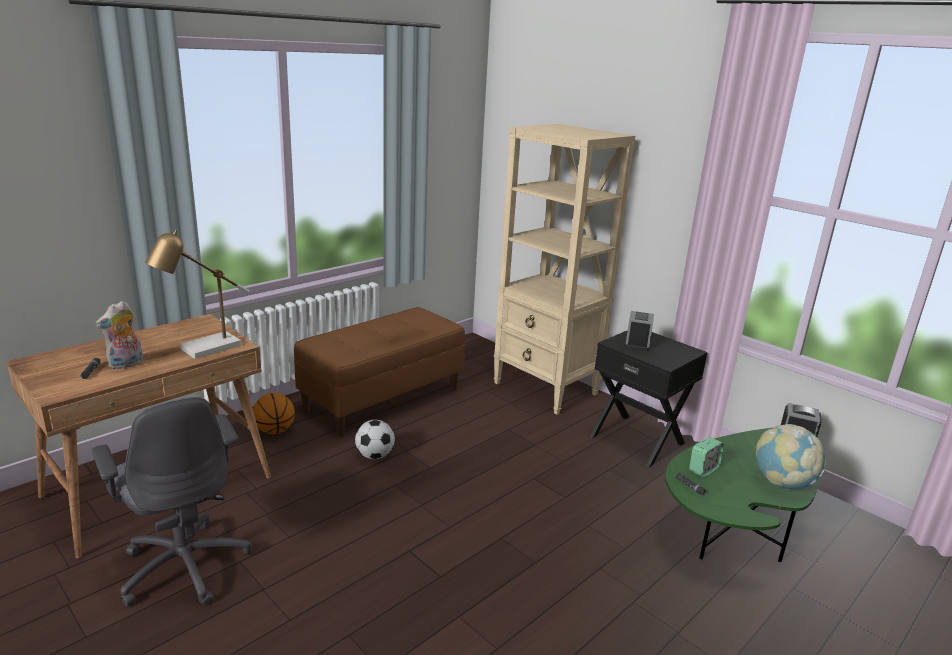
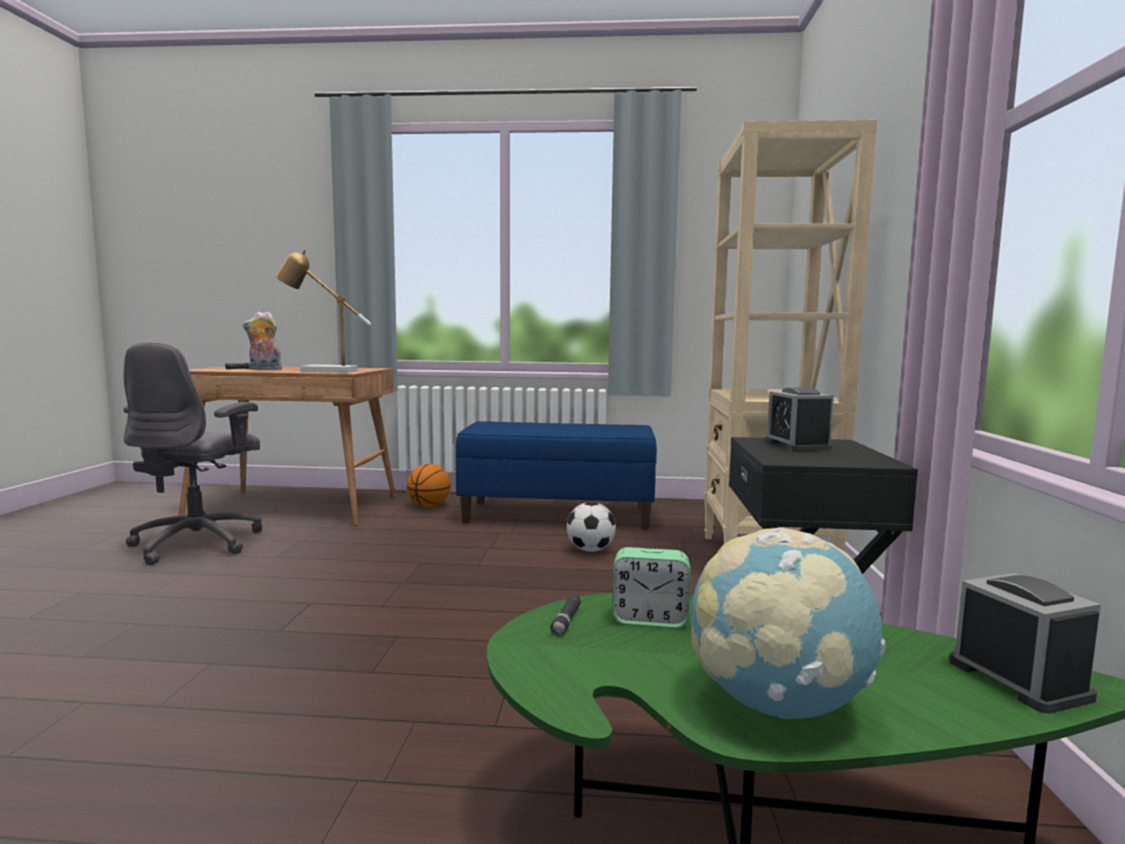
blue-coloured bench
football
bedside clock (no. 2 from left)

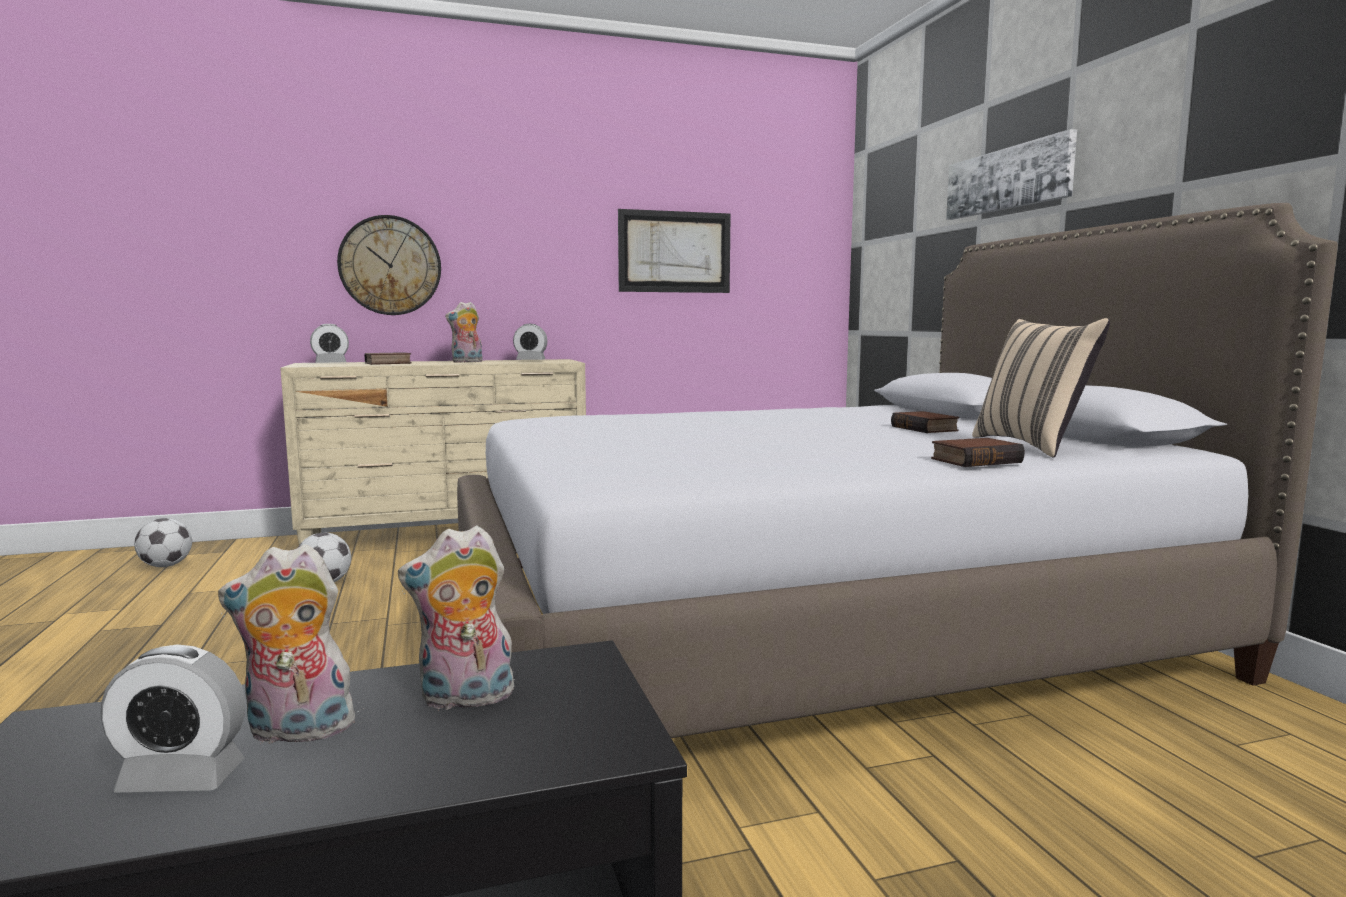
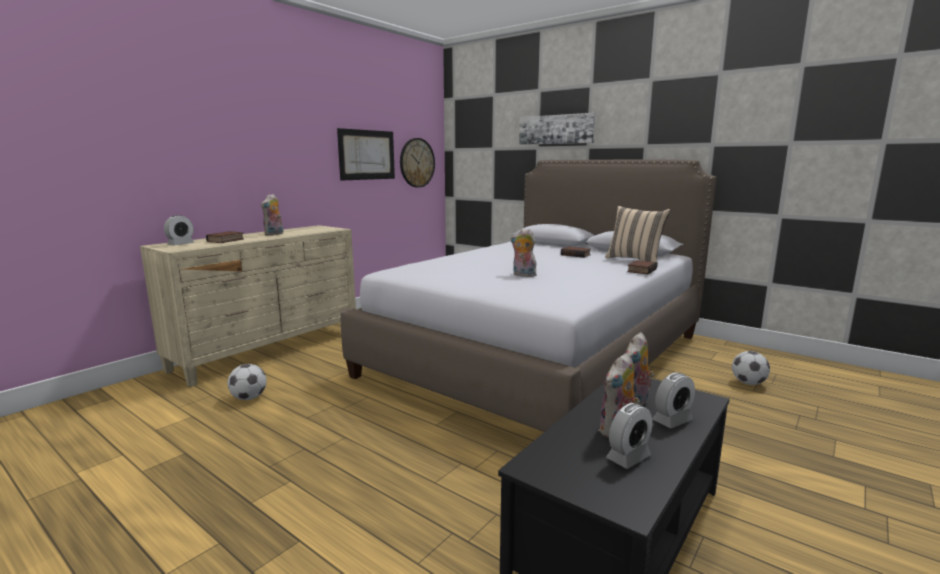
clock on the wall
plush toy (no. 2 from left)
bedside clock (no. 3 from left)
football (no. 2 from left)

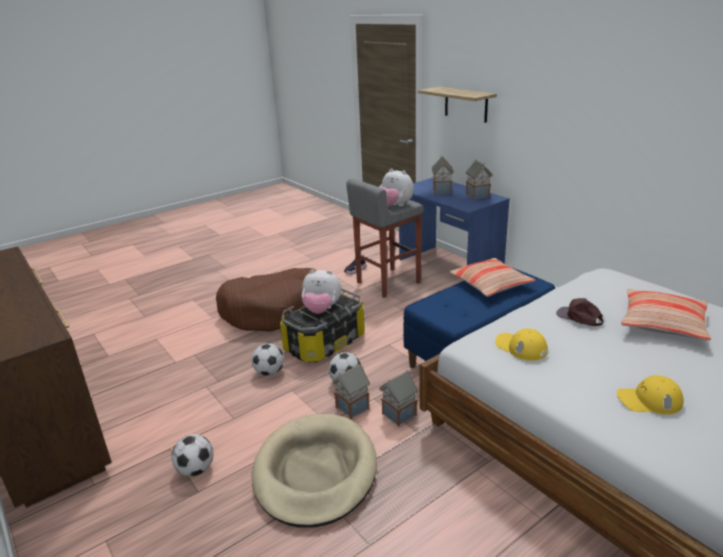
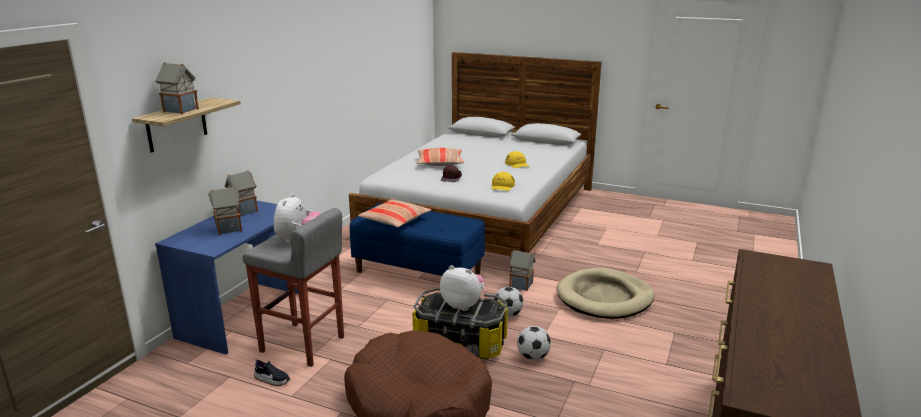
model house (no. 1 from left)
plush toy (no. 2 from left)
football (no. 1 from left in the first image)

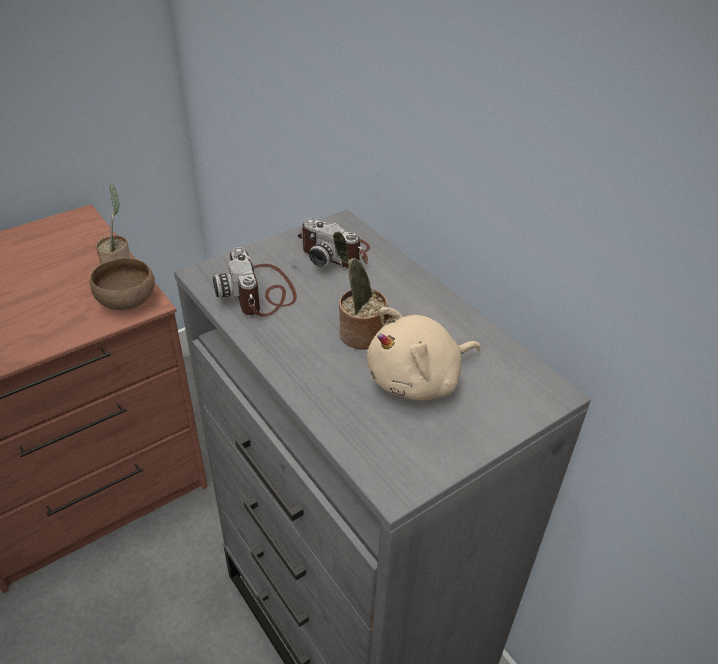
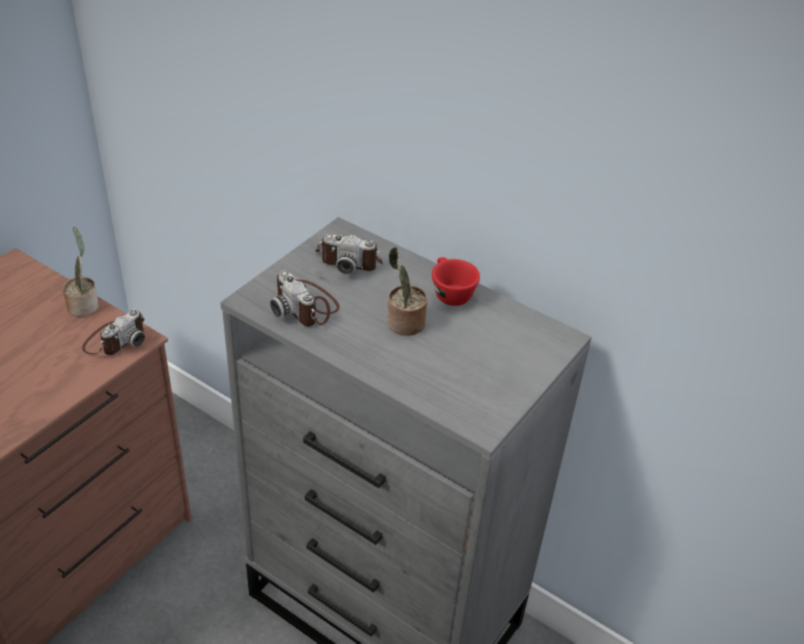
still camera (no. 1 from left)
reddish drinking cup
sand-coloured plush toy

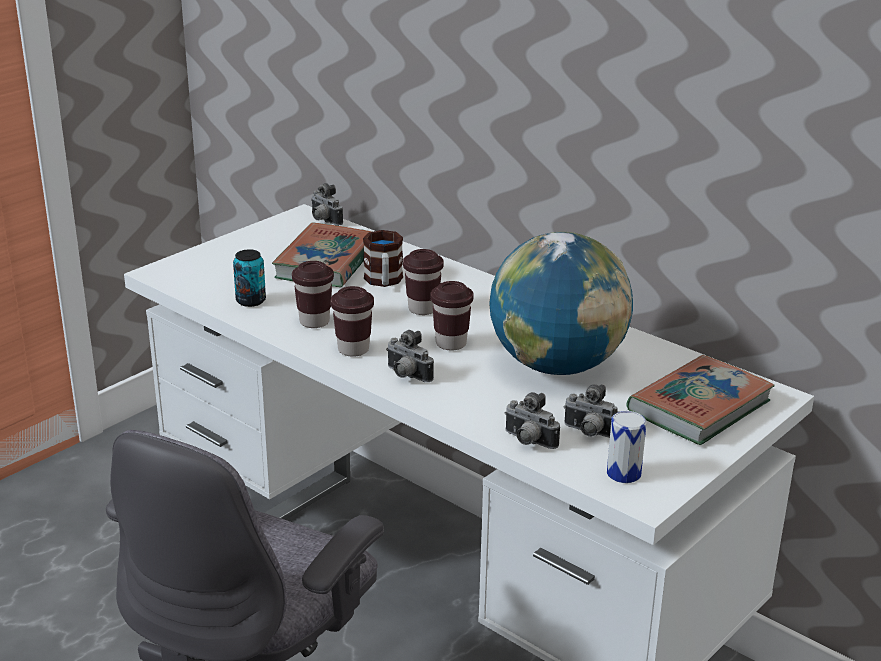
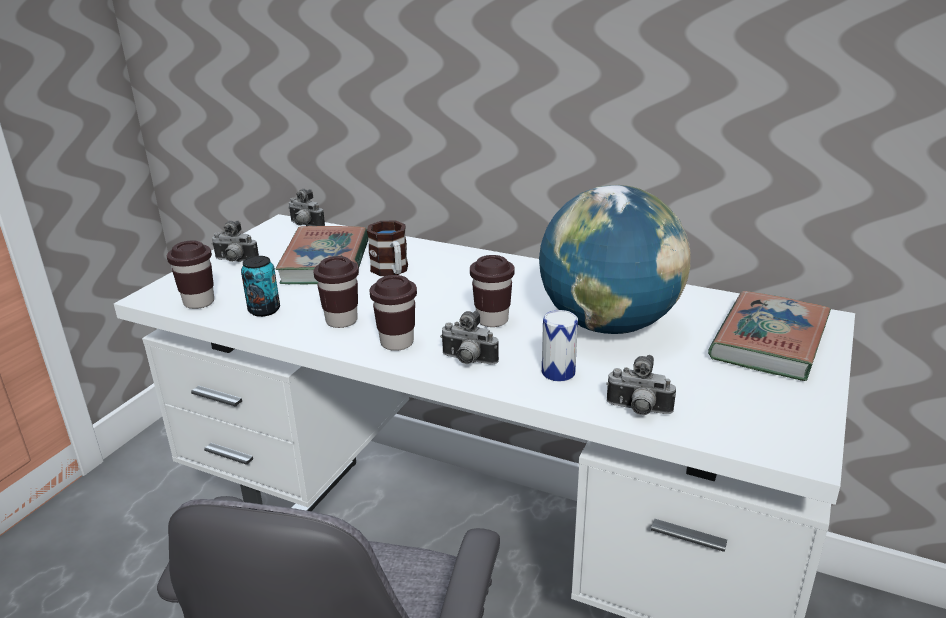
brownish drinking cup (no. 1 from left)
still camera (no. 1 from left)
sealed can (no. 2 from left)

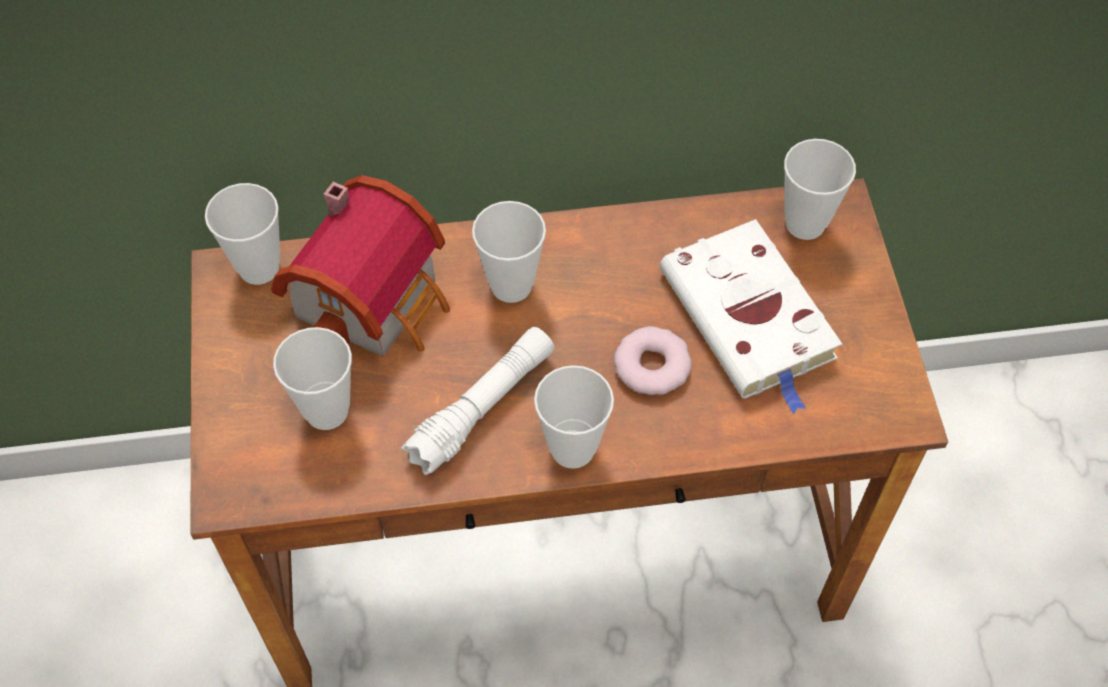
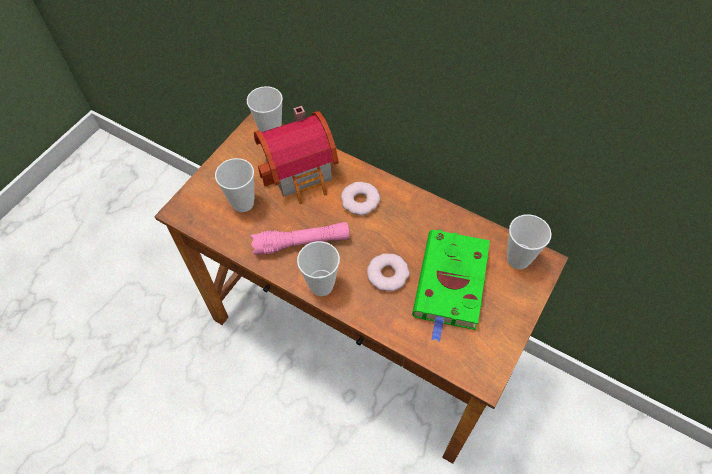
pinkish flashlight
doughnut (no. 1 from left)
green-coloured volume

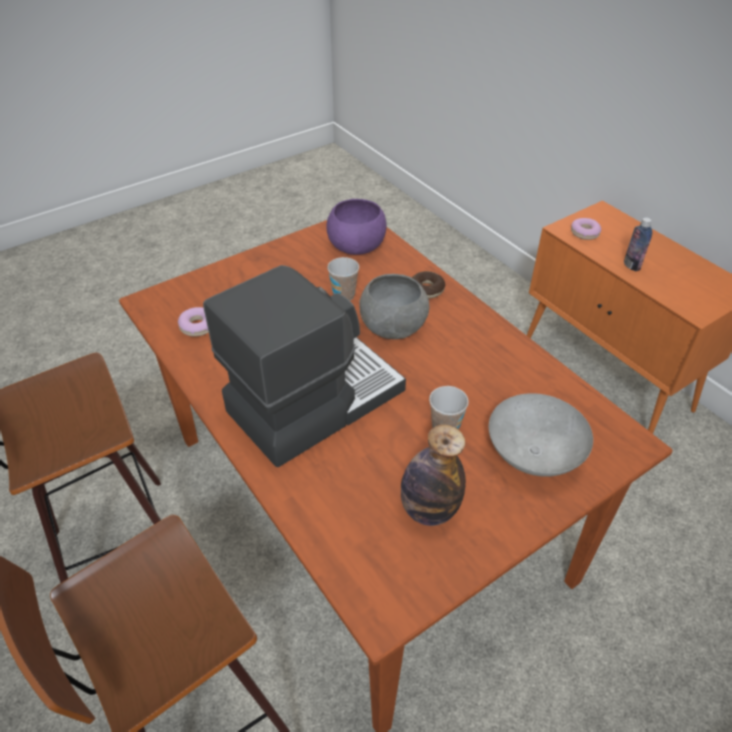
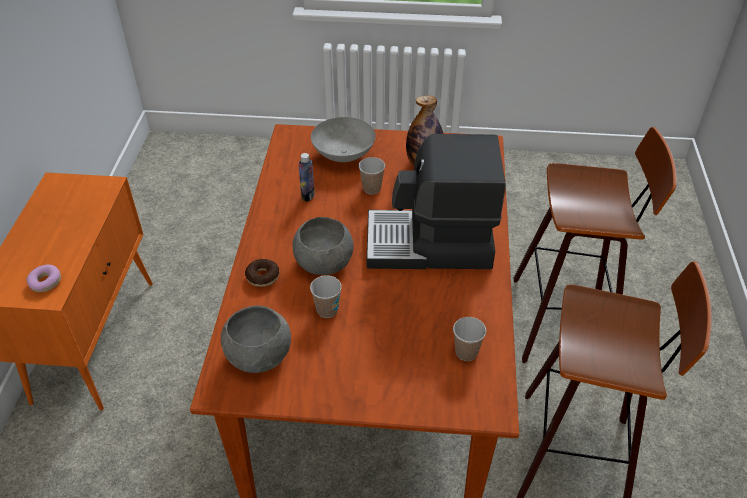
gray serving bowl (no. 1 from left)
drink bottle (no. 1 from left)
drinking cup (no. 3 from left)

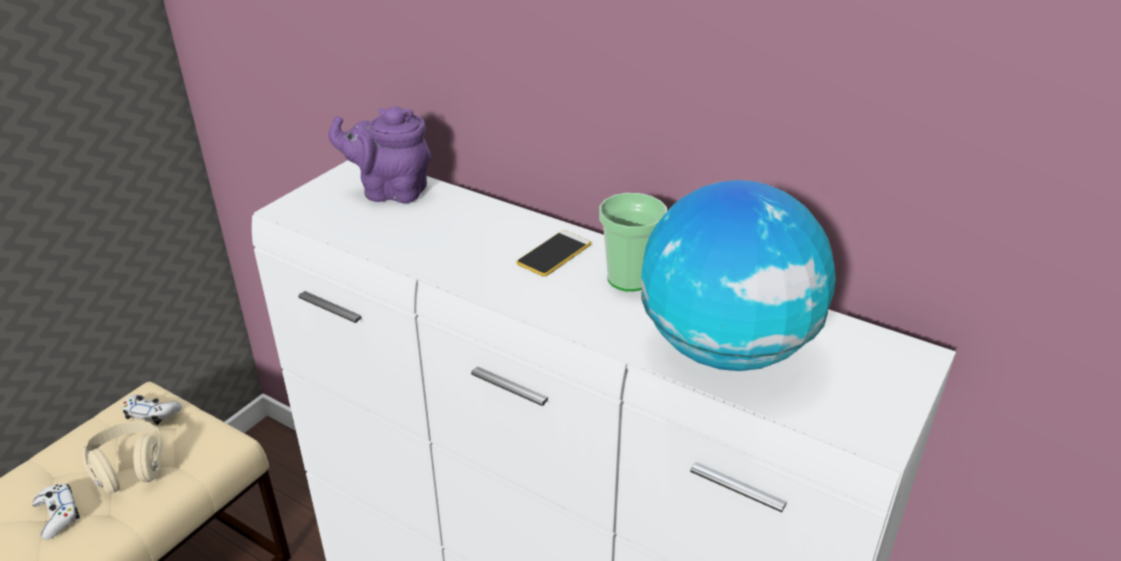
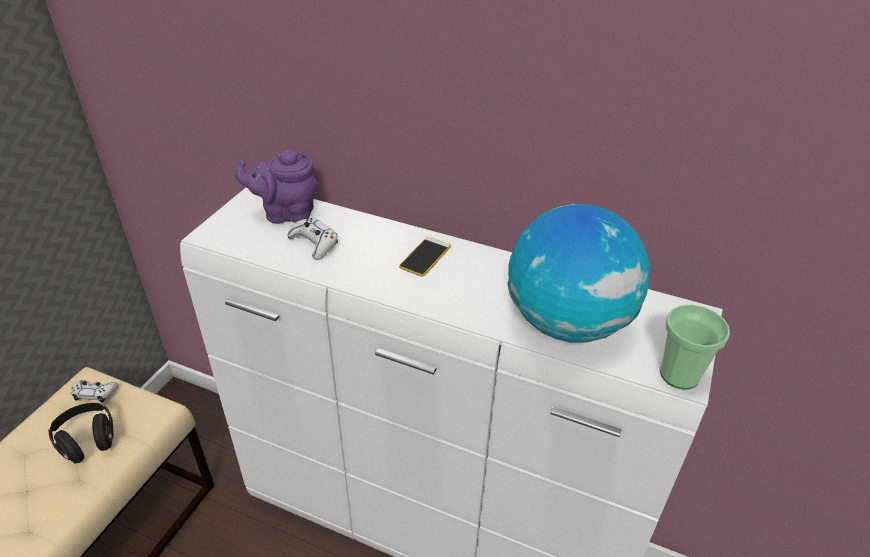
black headset
white game controller (no. 2 from left)
drinking cup

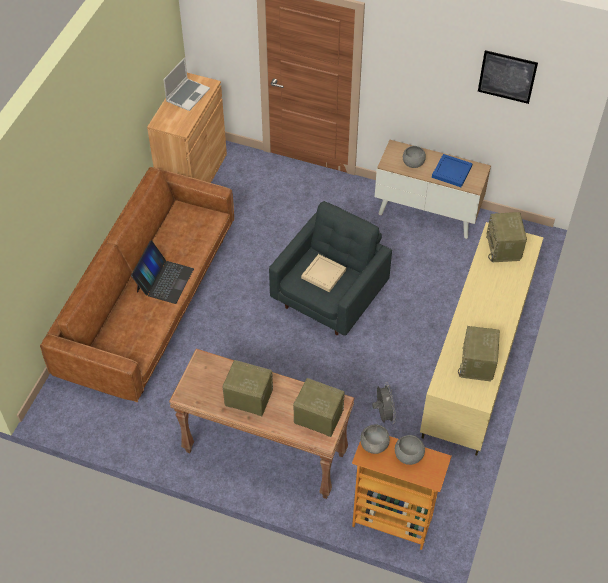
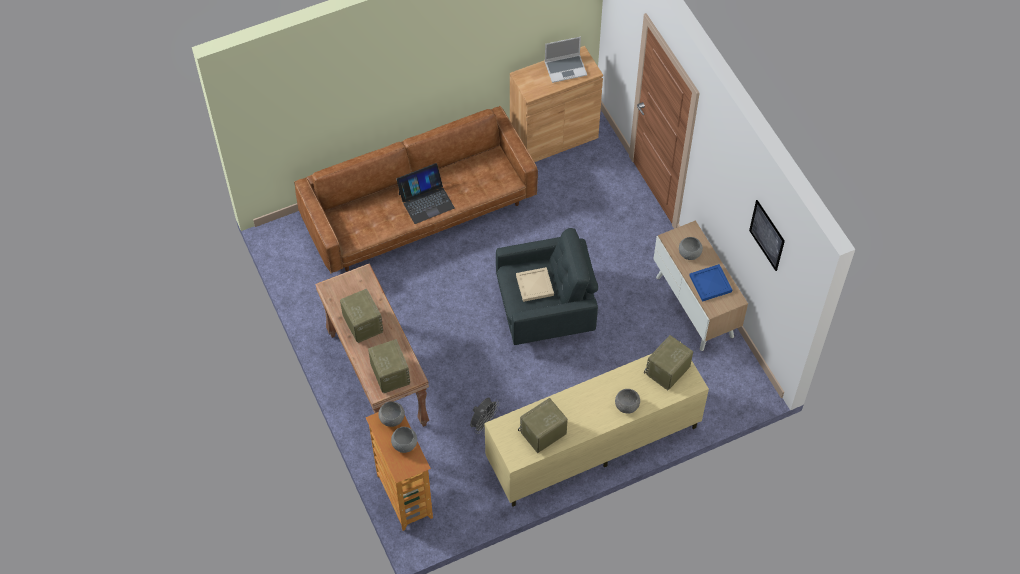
gray serving bowl (no. 3 from left)

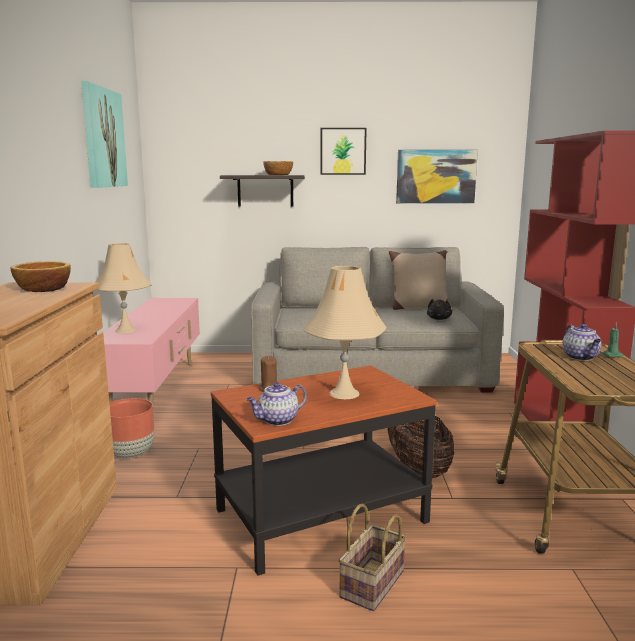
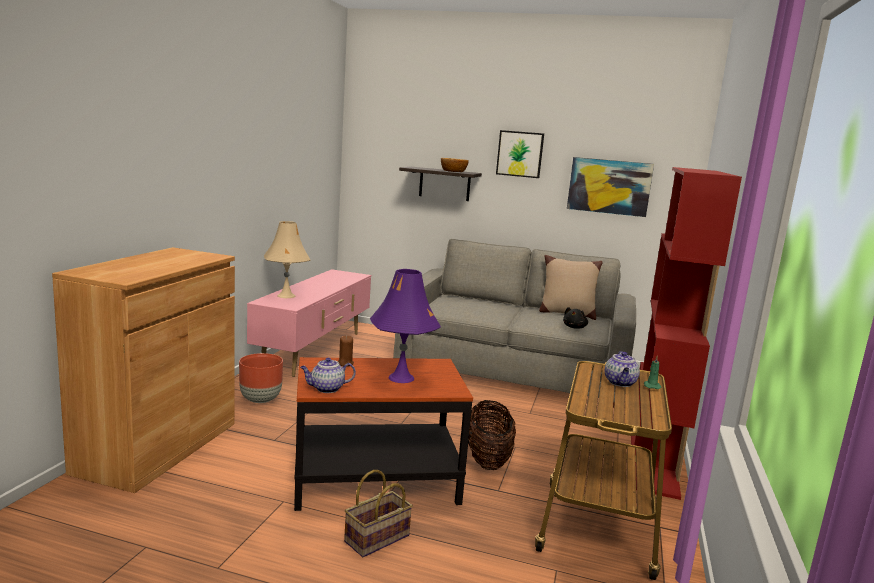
purple lamp for a table
serving bowl (no. 1 from left in the first image)
picture (no. 1 from left in the first image)

